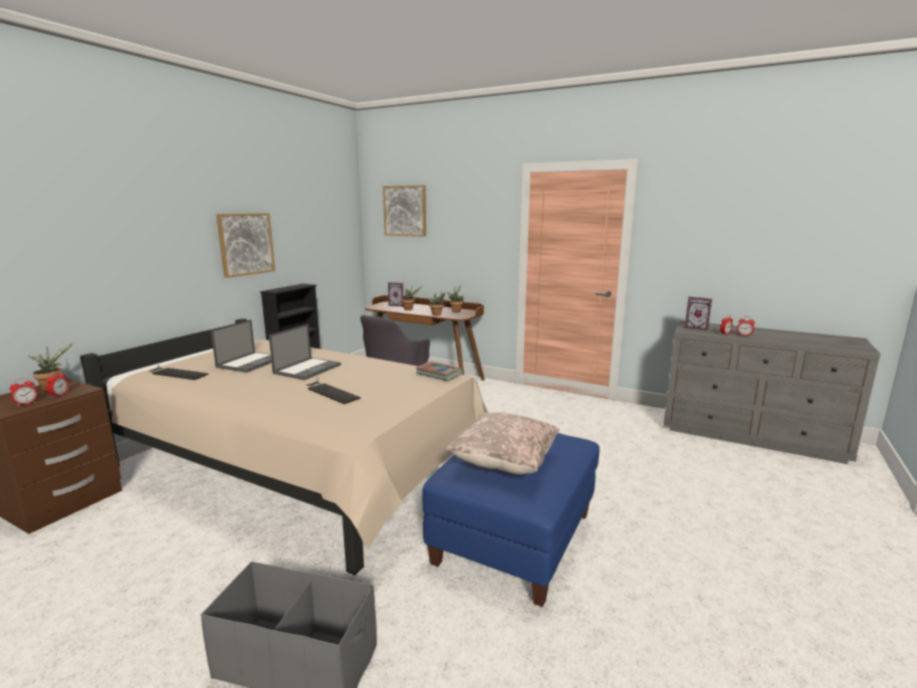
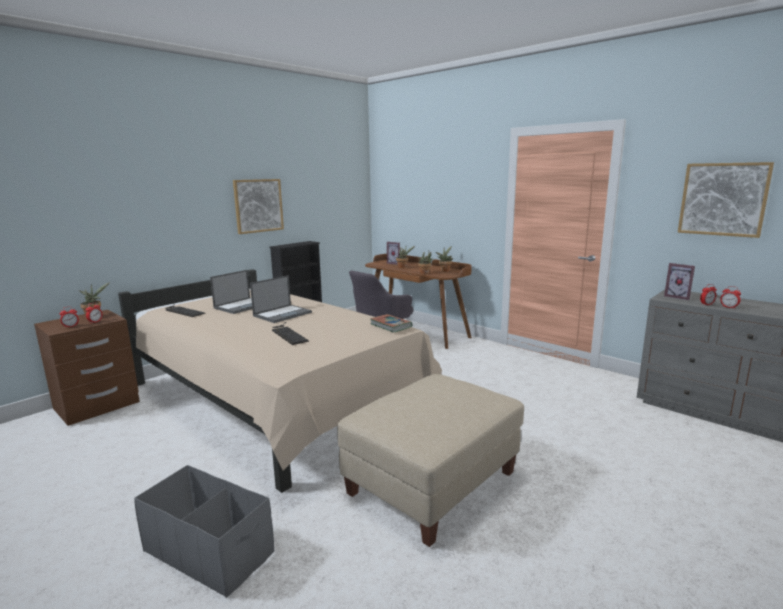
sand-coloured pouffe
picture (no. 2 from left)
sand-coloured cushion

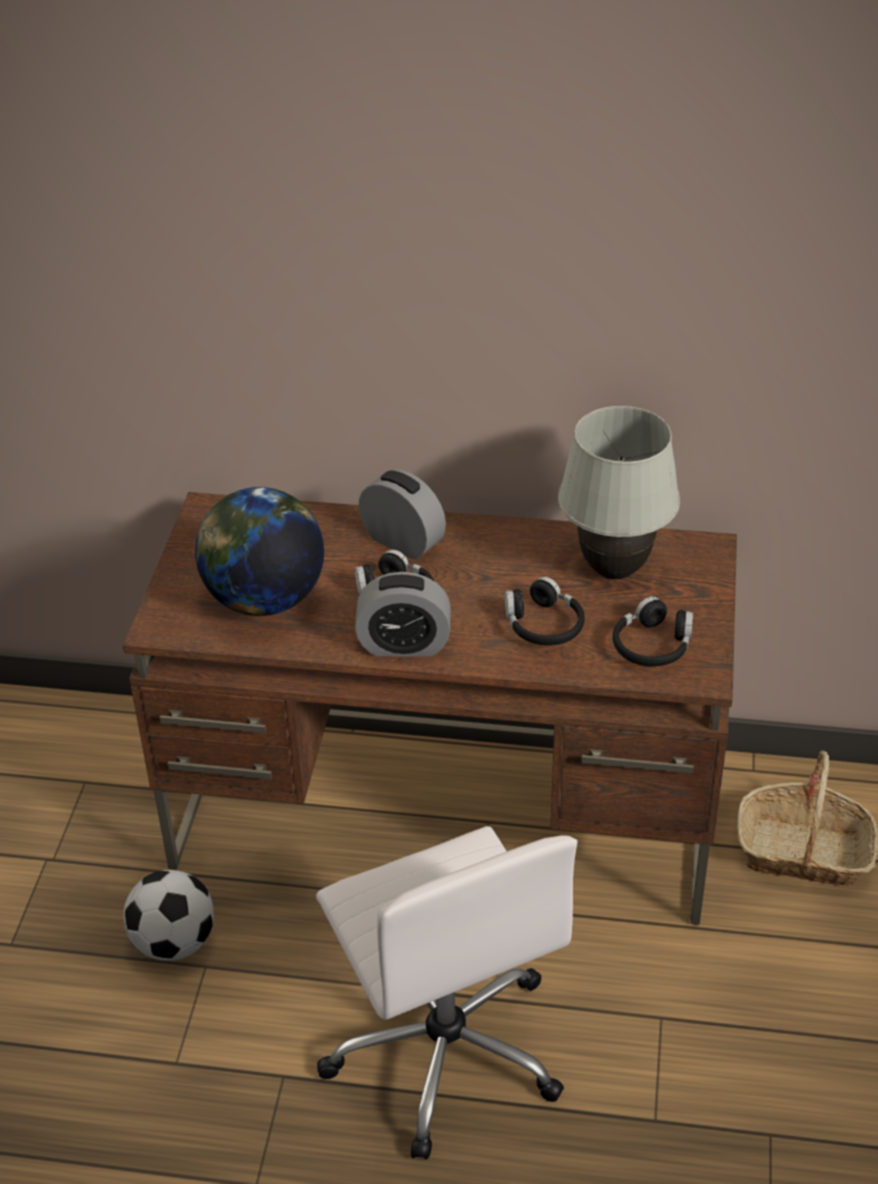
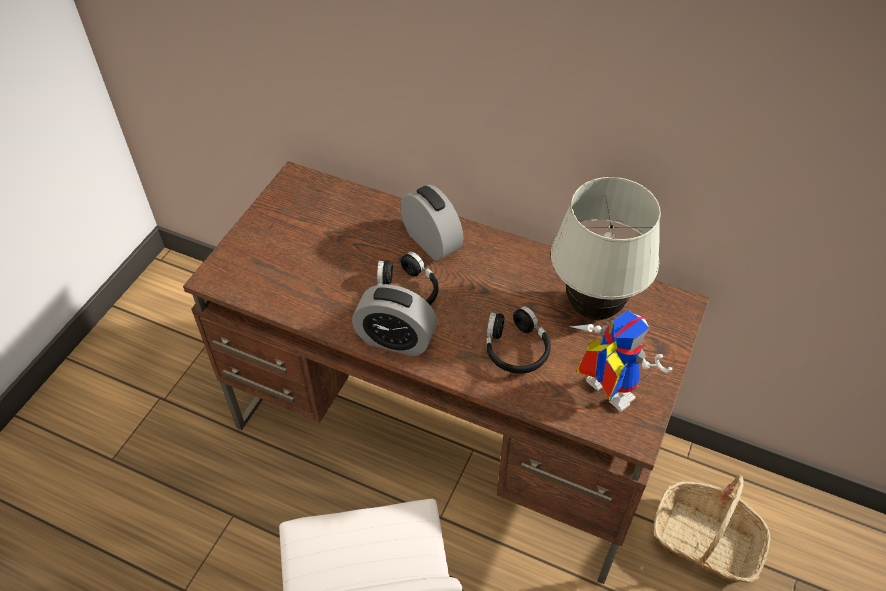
toy robot
football
globe

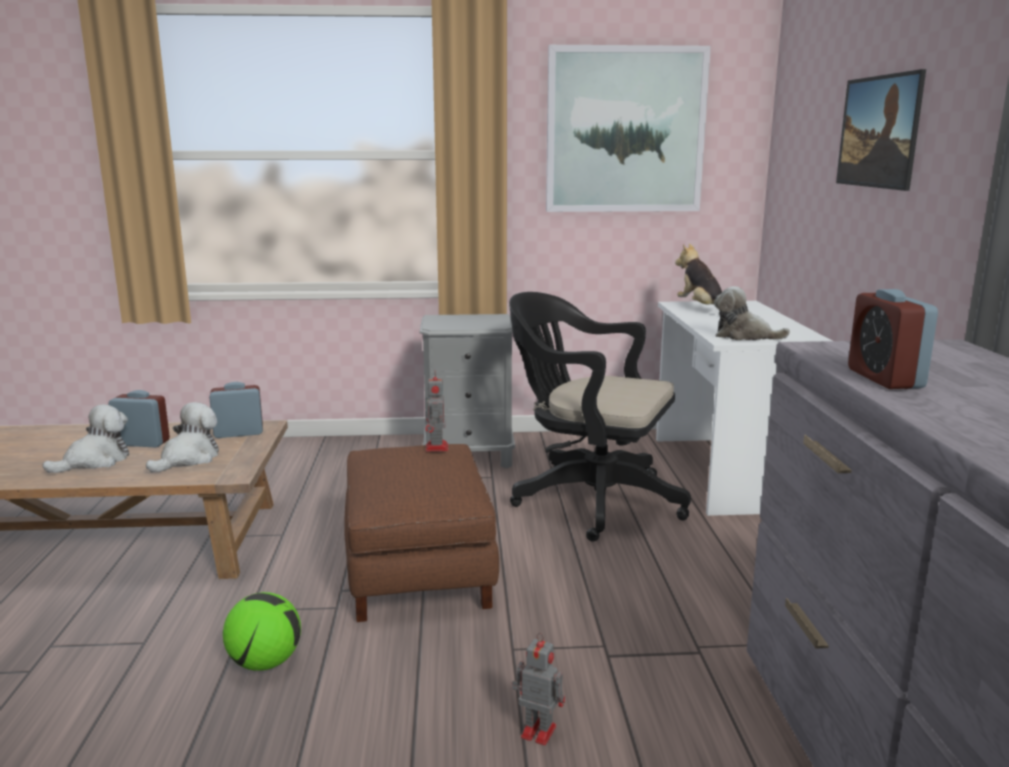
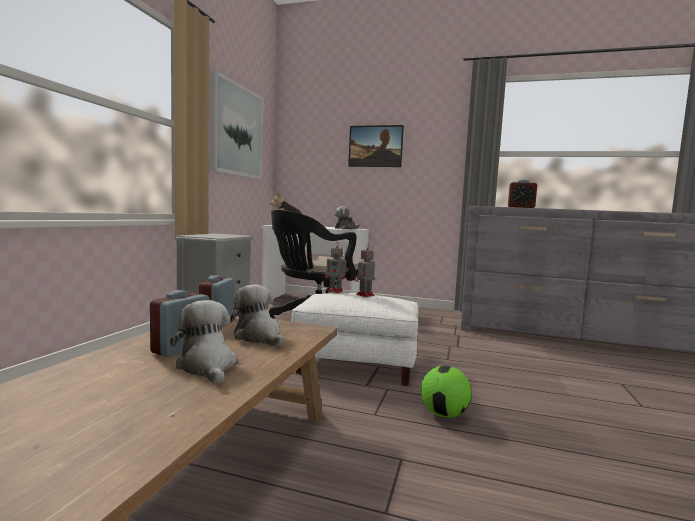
white pouffe
toy robot (no. 2 from left)

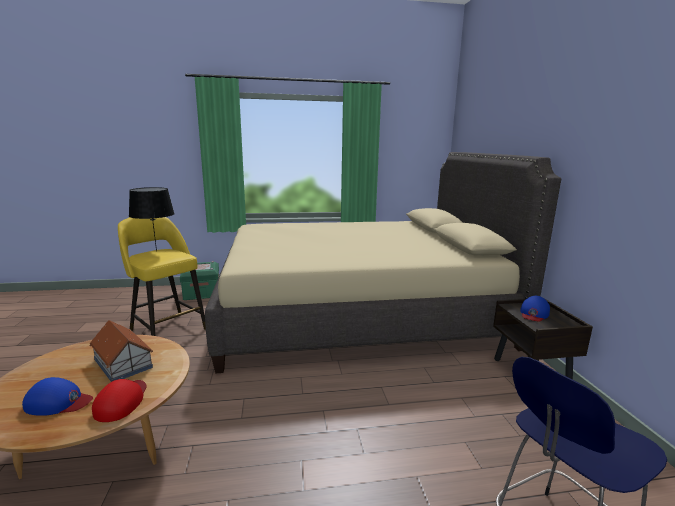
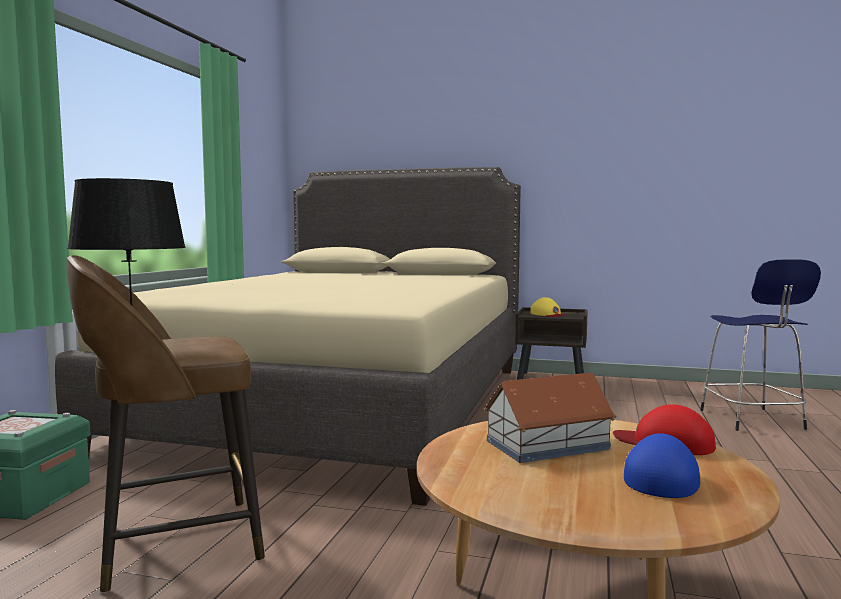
brownish stool seat
yellow-coloured cap

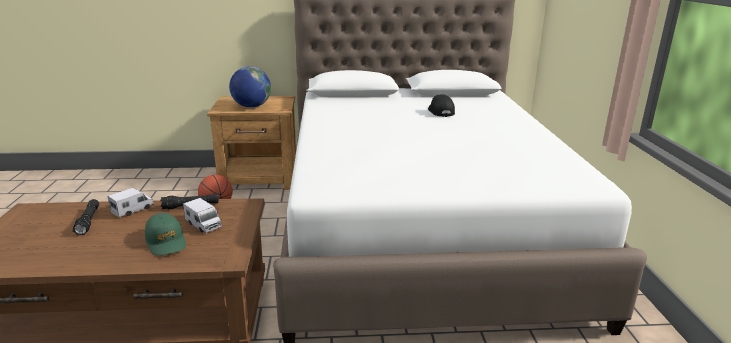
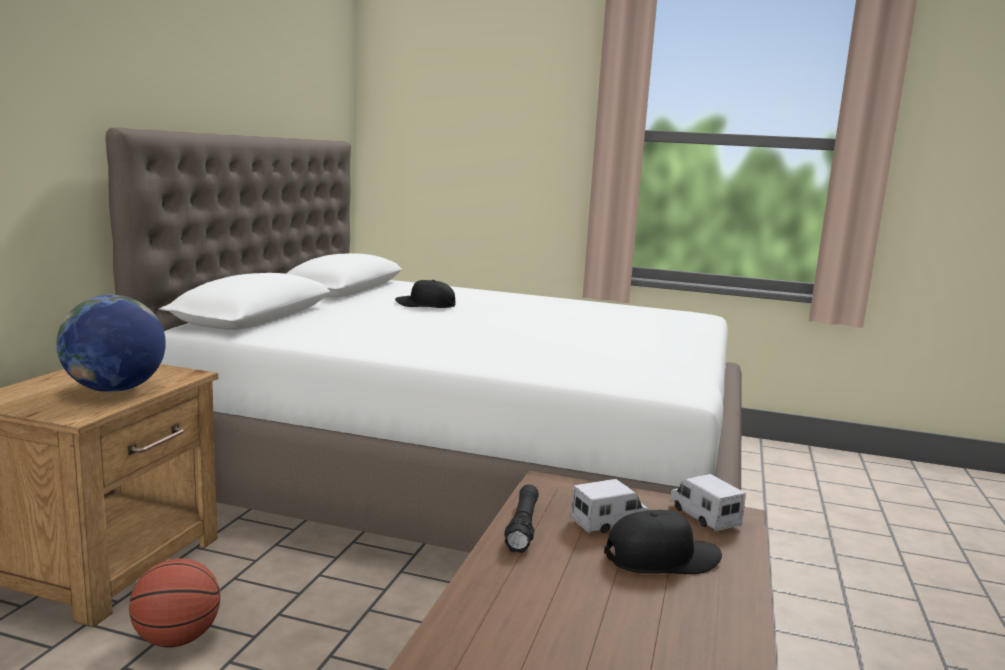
black cap (no. 2 from left)
toy truck (no. 2 from left)
black flashlight (no. 1 from left in the first image)

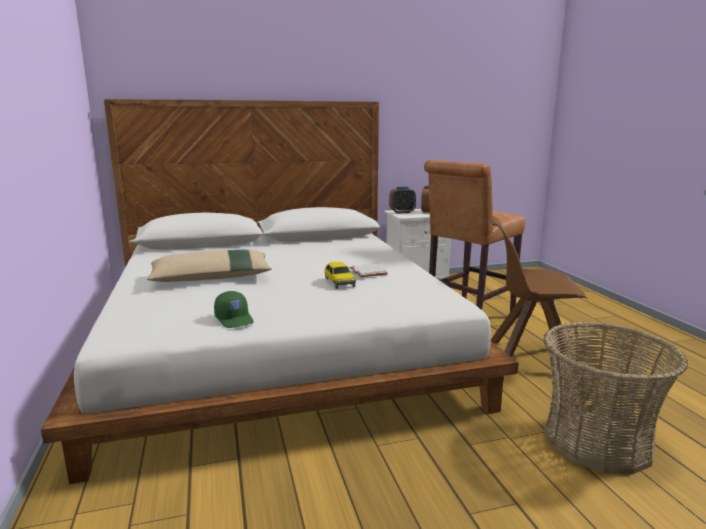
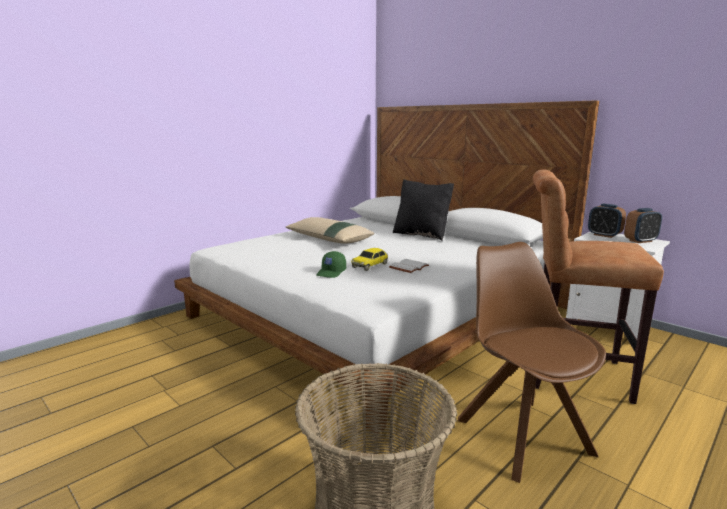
green-coloured cap
black cushion

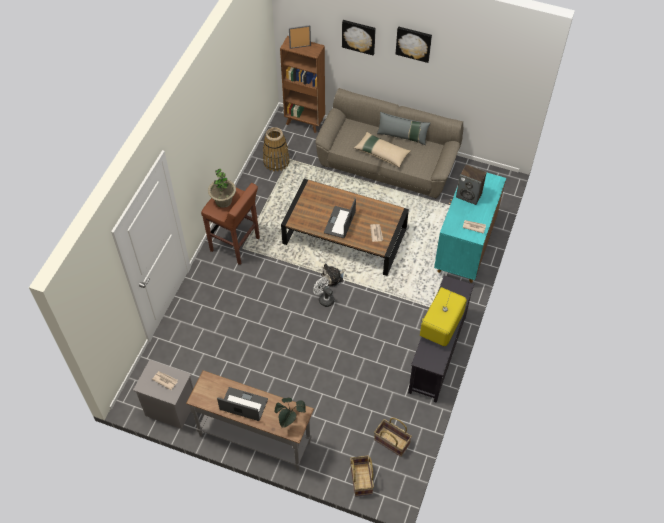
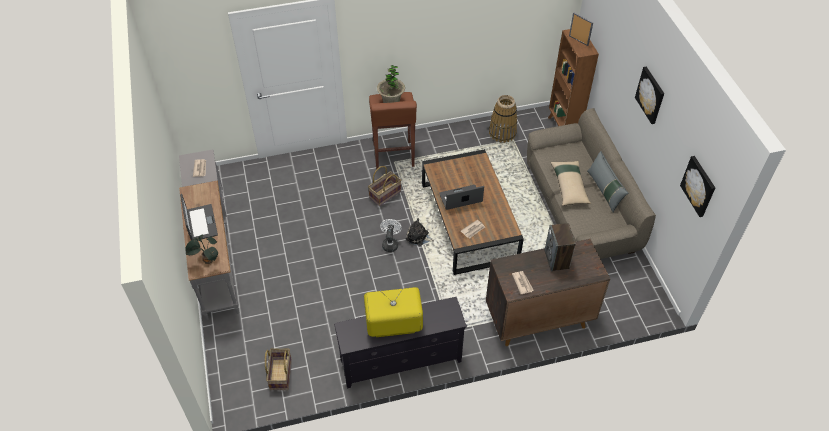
household basket (no. 2 from left)
brownish cabinet
picture (no. 2 from left)

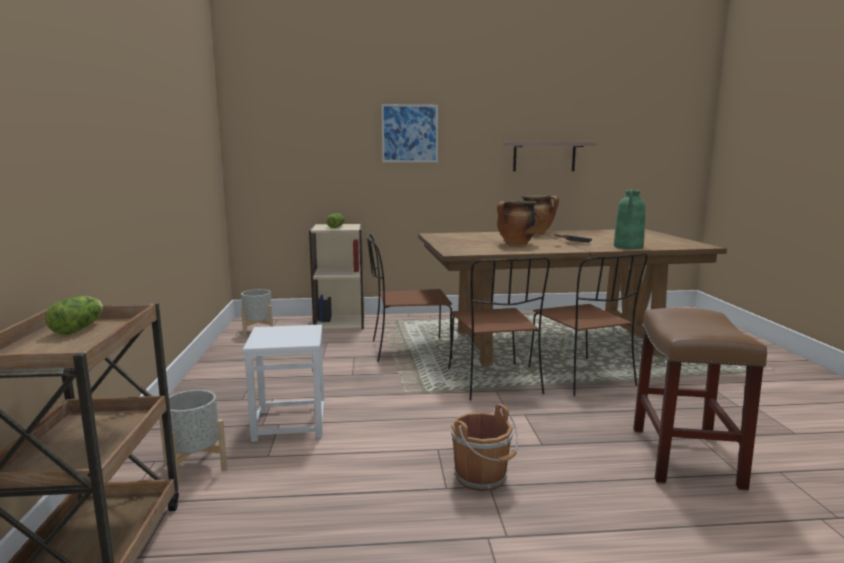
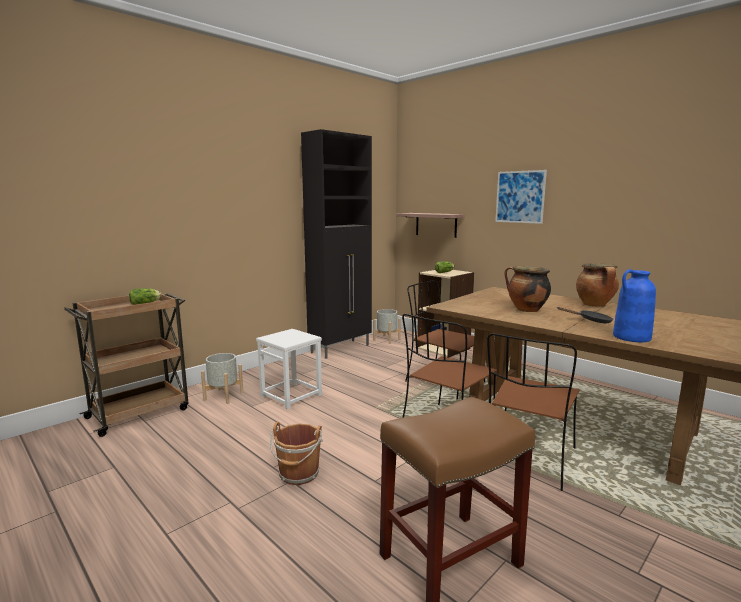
black cabinet
bracket shelf
blue-coloured flower vase

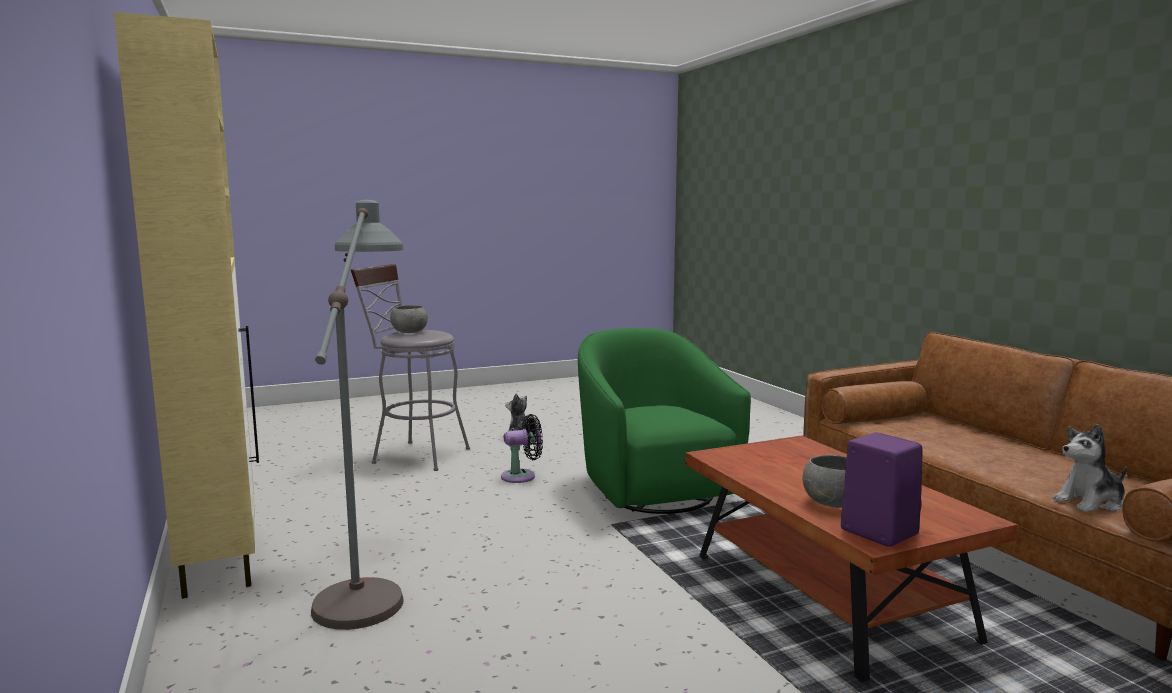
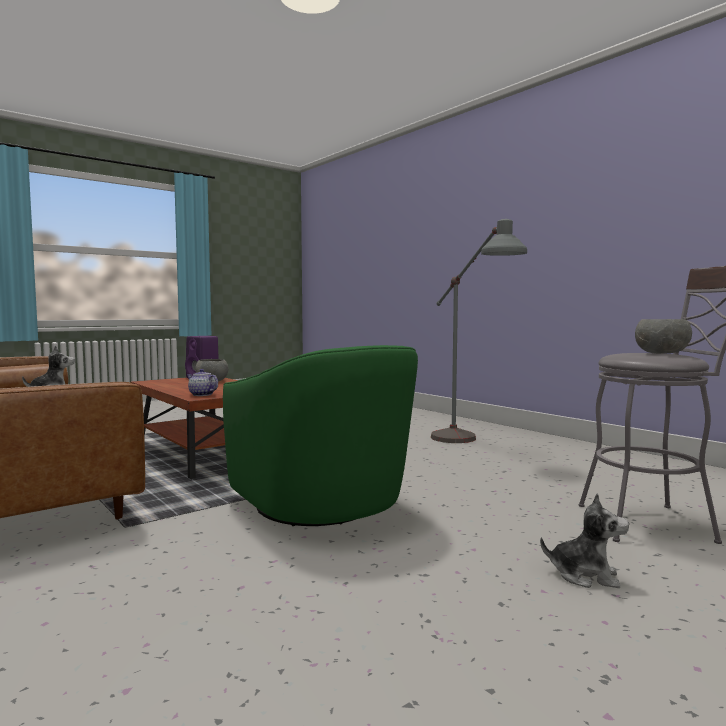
pot for tea
sand-coloured cabinet
black electric fan

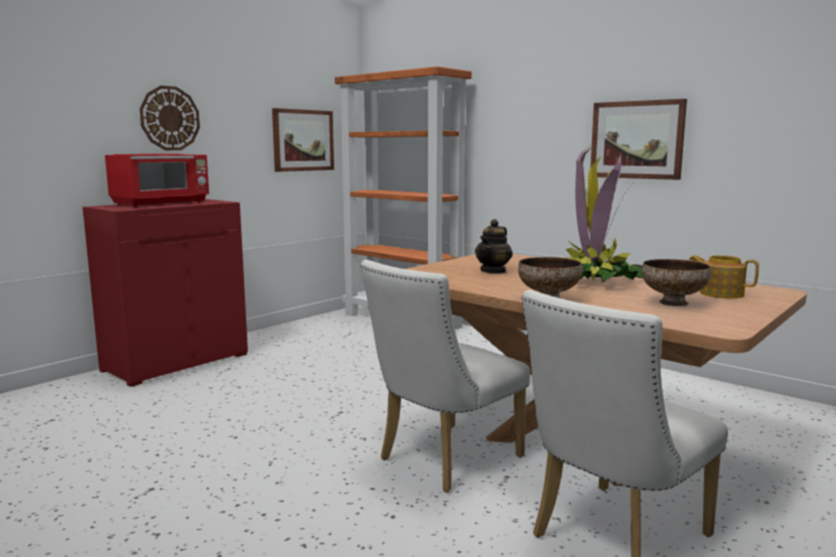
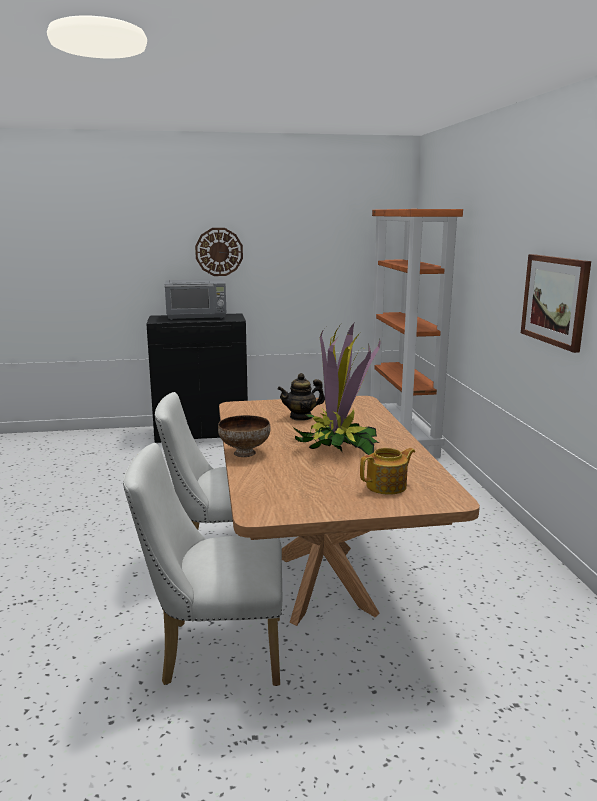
black cabinet
gray microwave
pot for tea (no. 2 from left)
picture (no. 1 from left in the first image)
serving bowl (no. 2 from left in the first image)

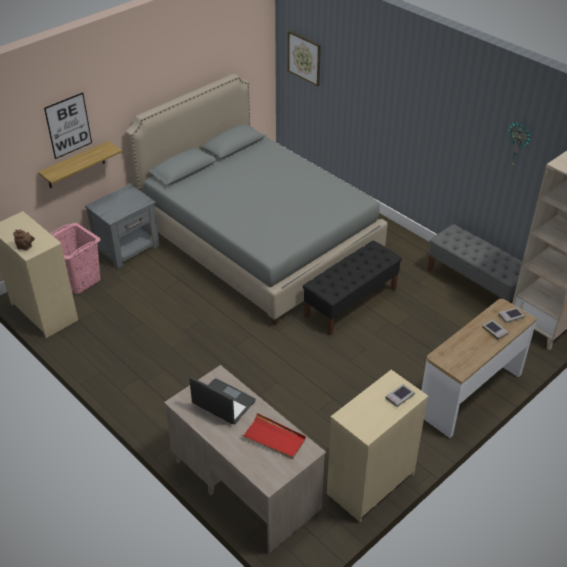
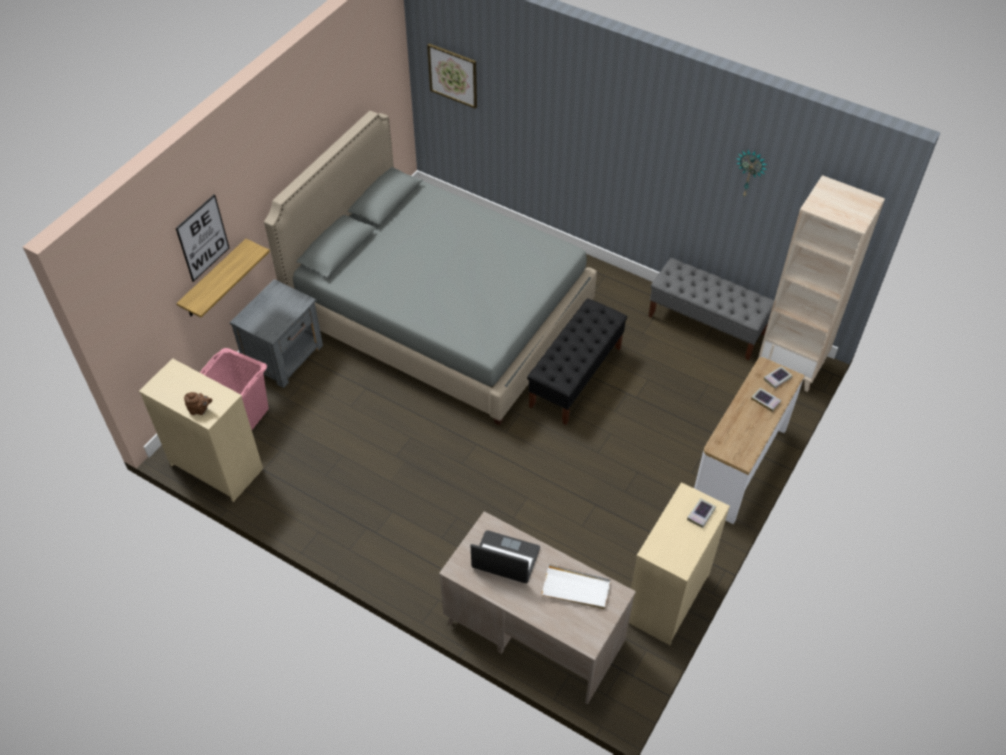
white serving tray

